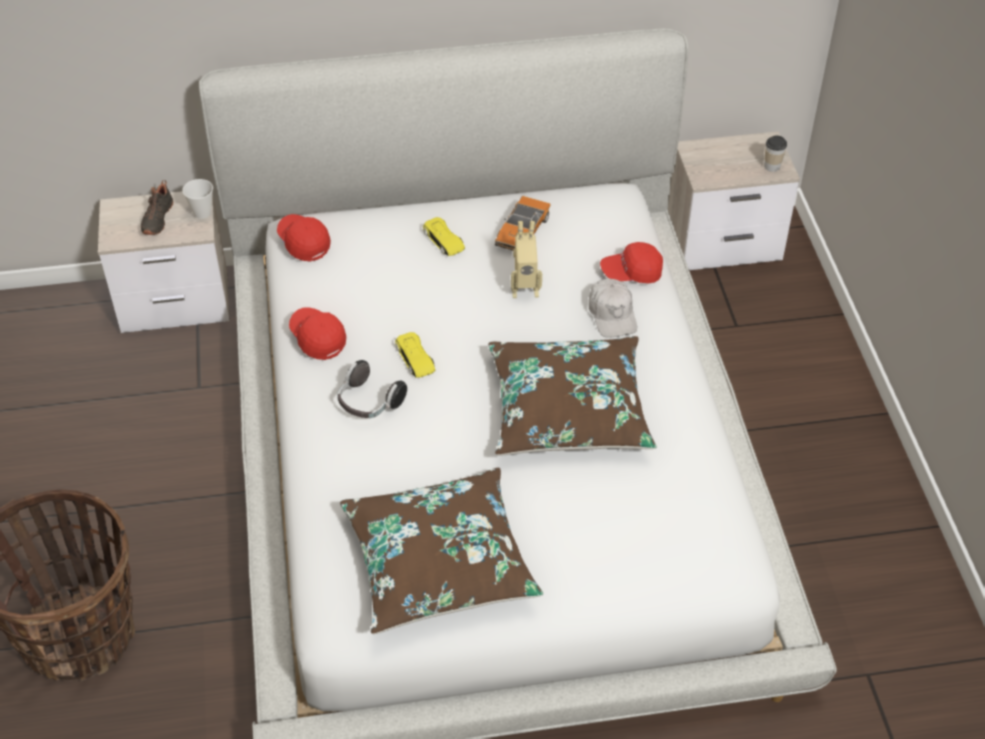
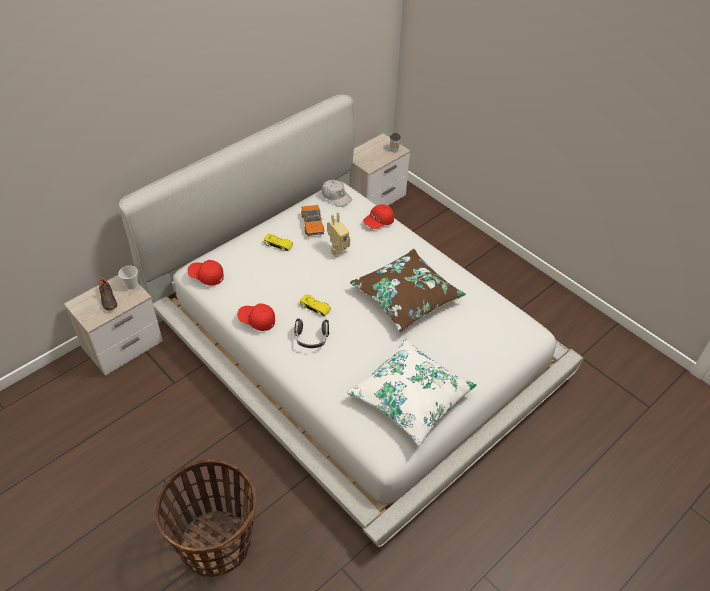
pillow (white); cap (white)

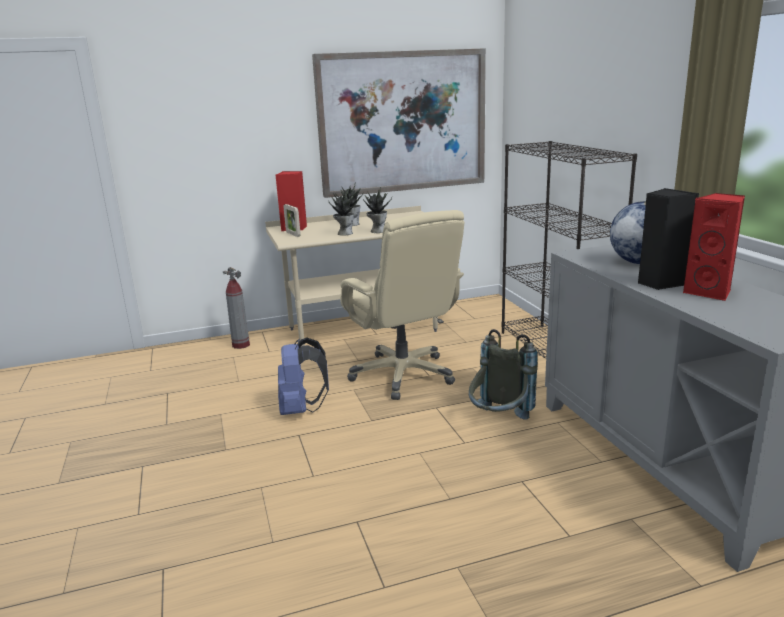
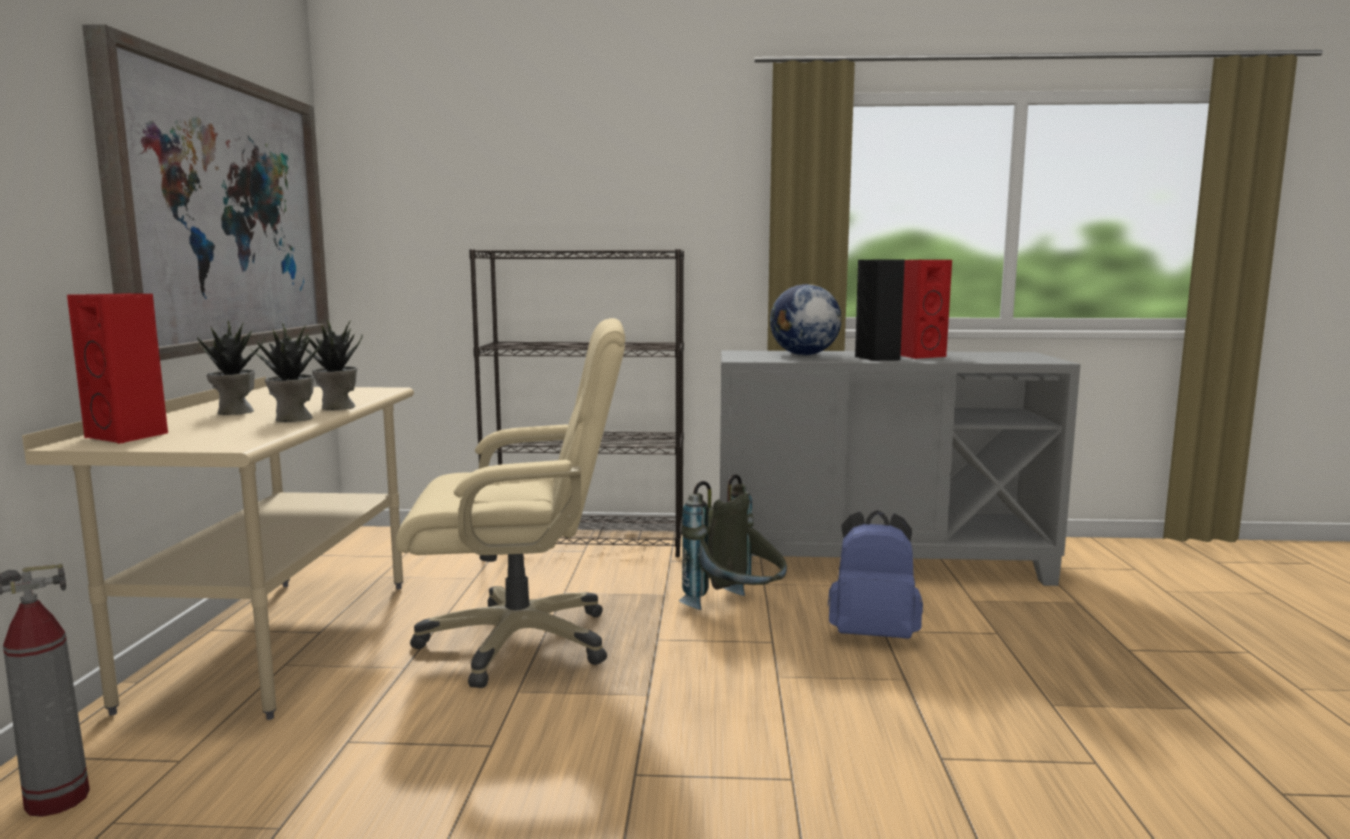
backpack (blue); picture frame

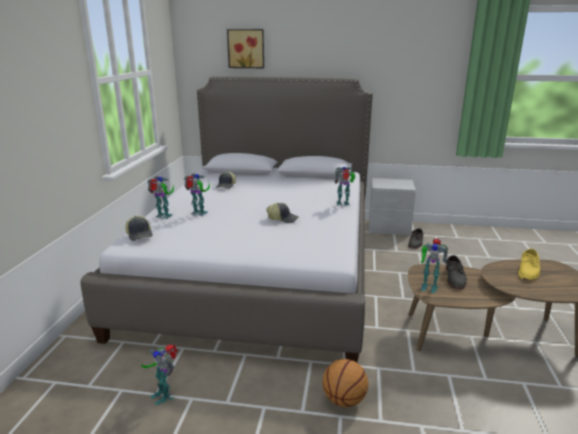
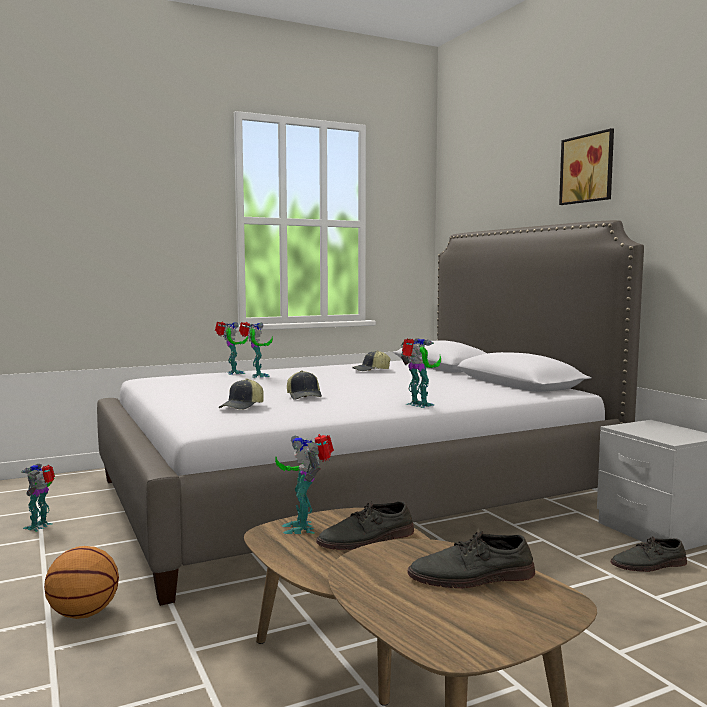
cap (1st from left); picture; shoe (grey) (2nd from left)

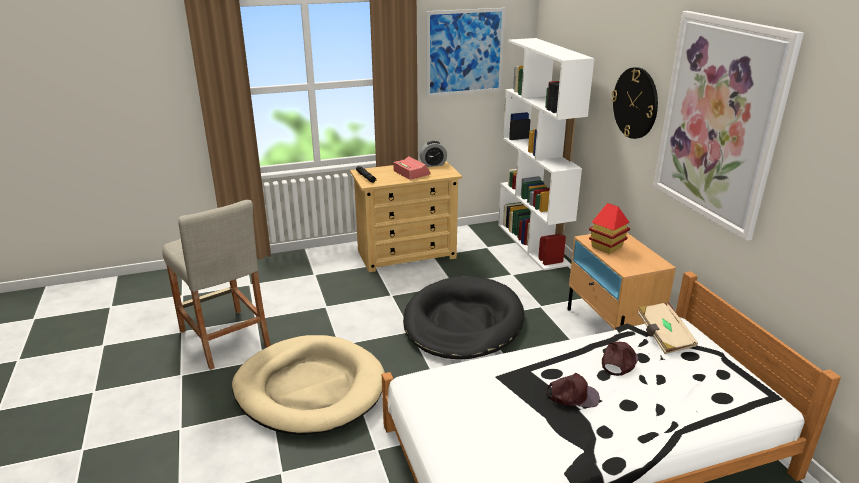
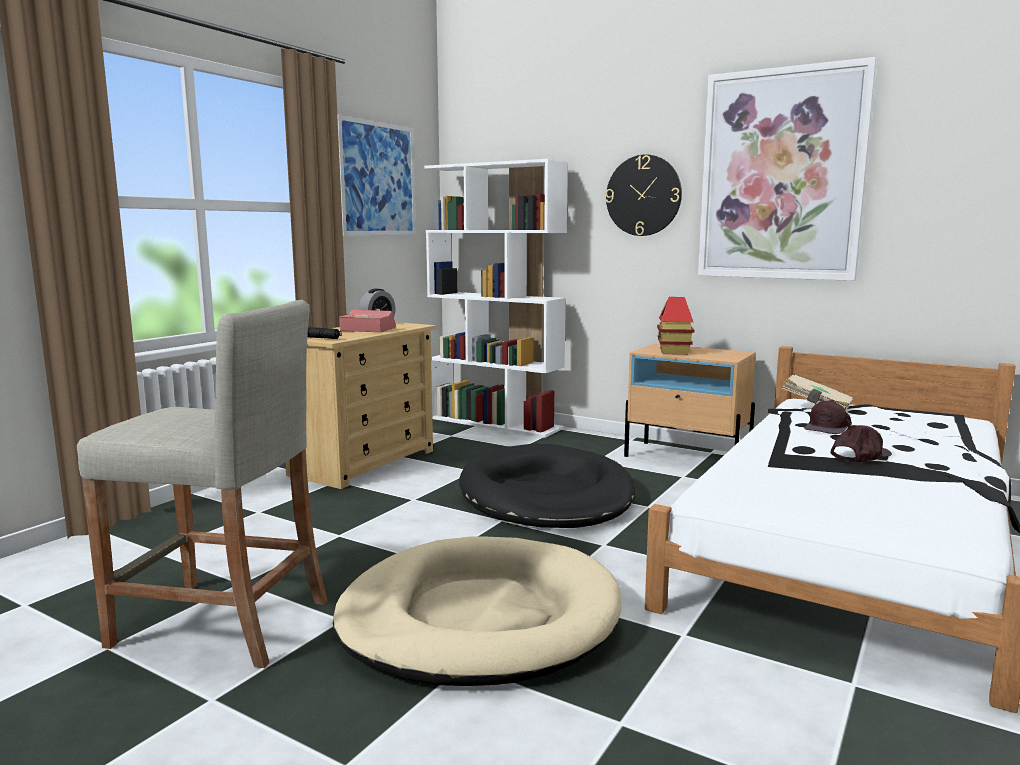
cap (brown) (1st from left)

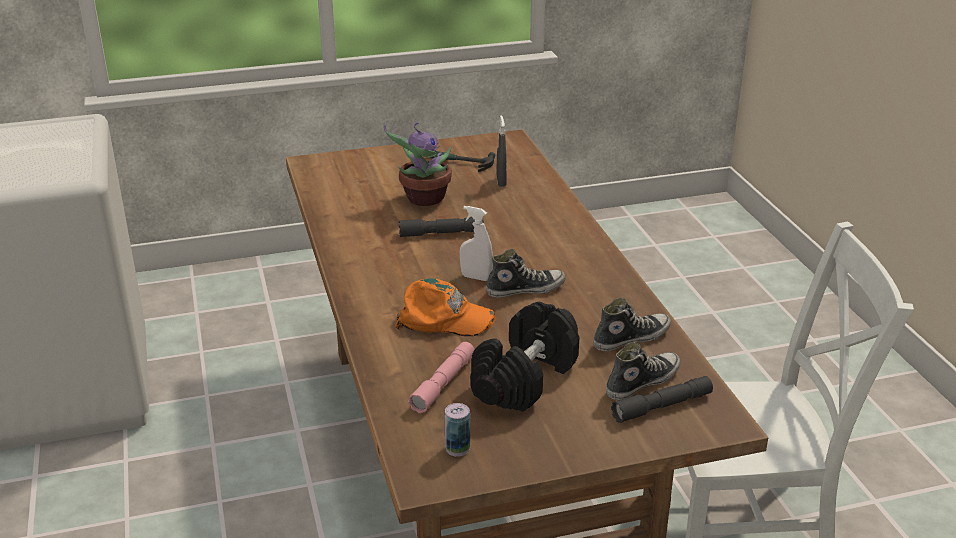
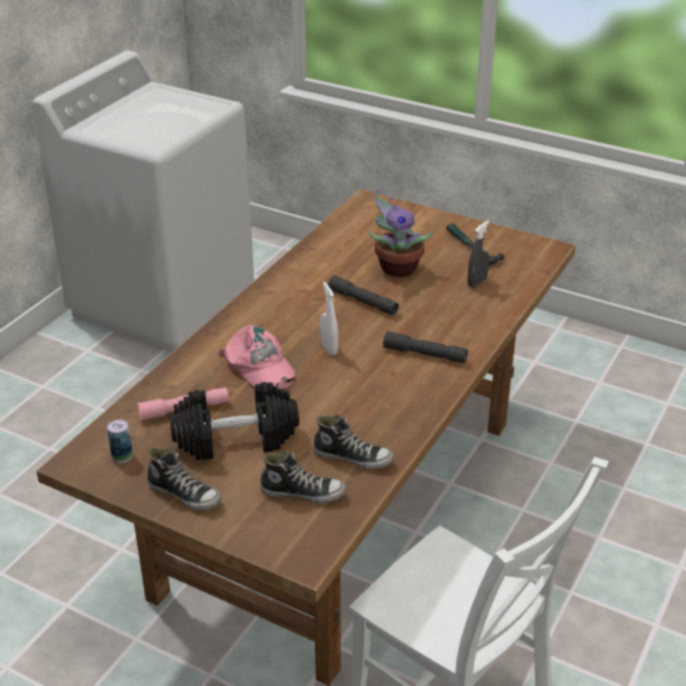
cap (pink); shoe (1st from left); flashlight (grey) (2nd from left)

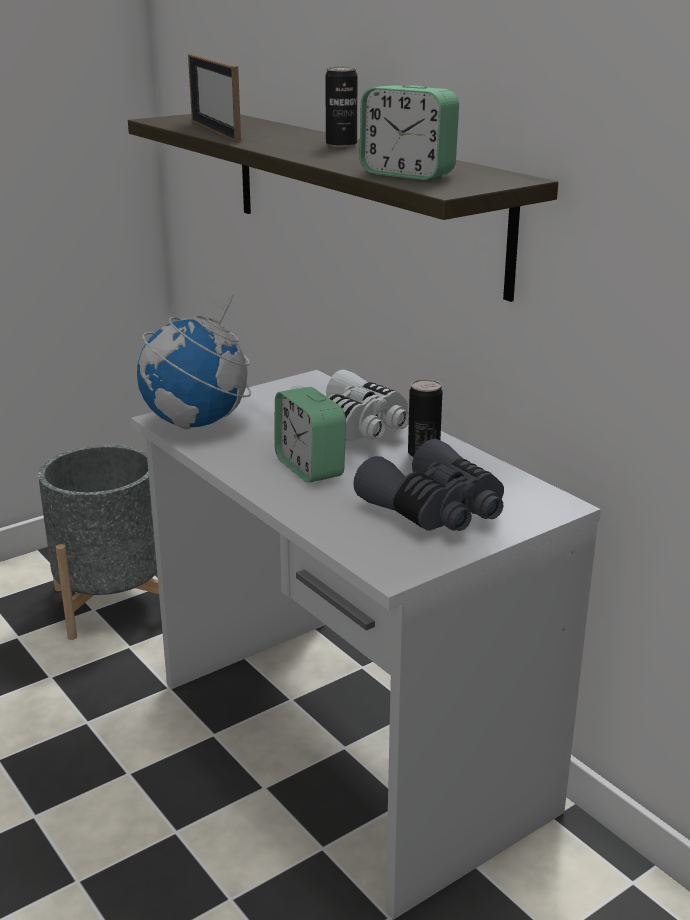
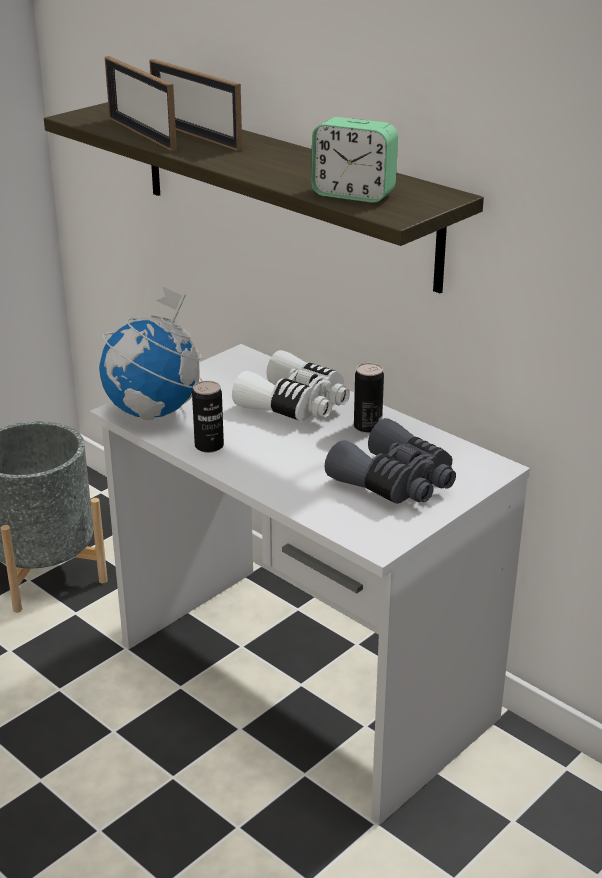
alarm clock (1st from left in the first image); can (1st from left); picture frame (2nd from left)

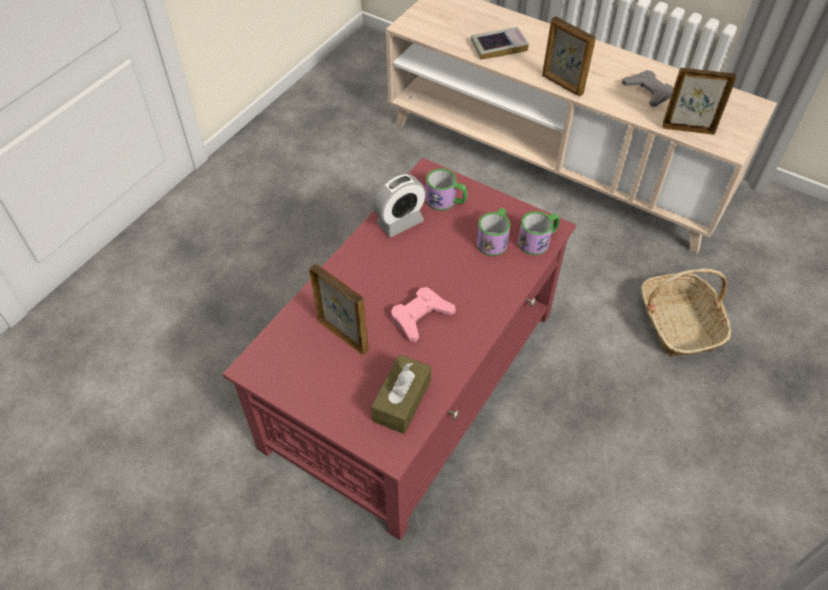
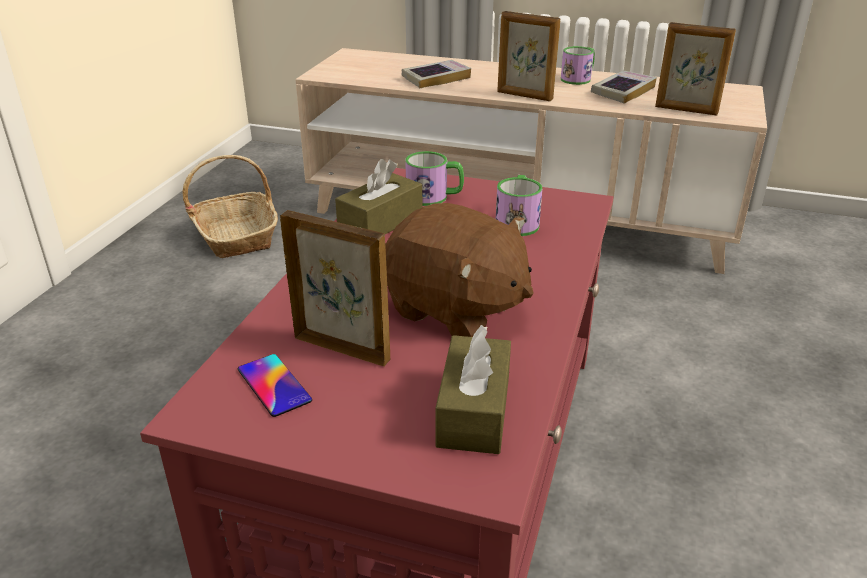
tissue box (brown) (1st from left); plush toy (brown); mug (3rd from left); book (2nd from left); basket; picture frame (3rd from left); phone

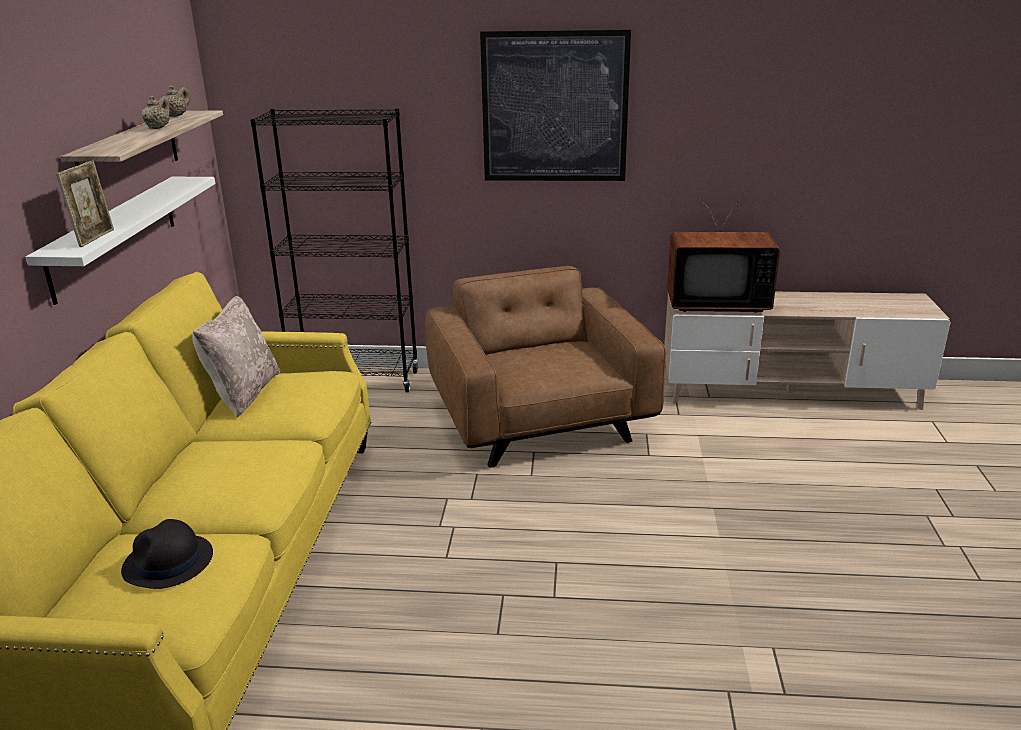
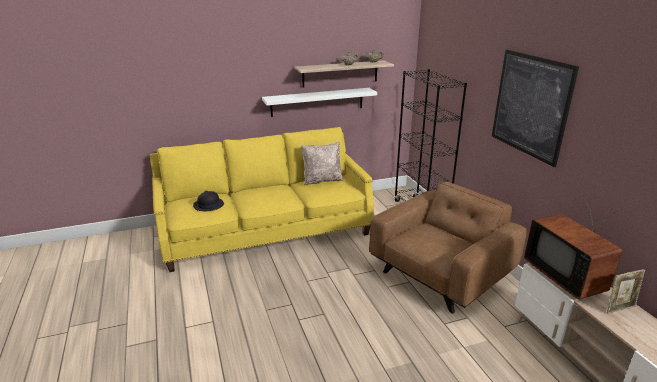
picture frame

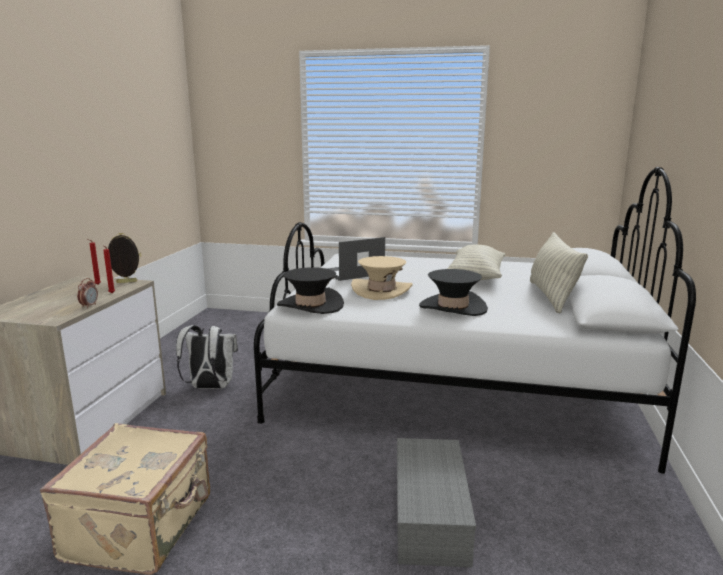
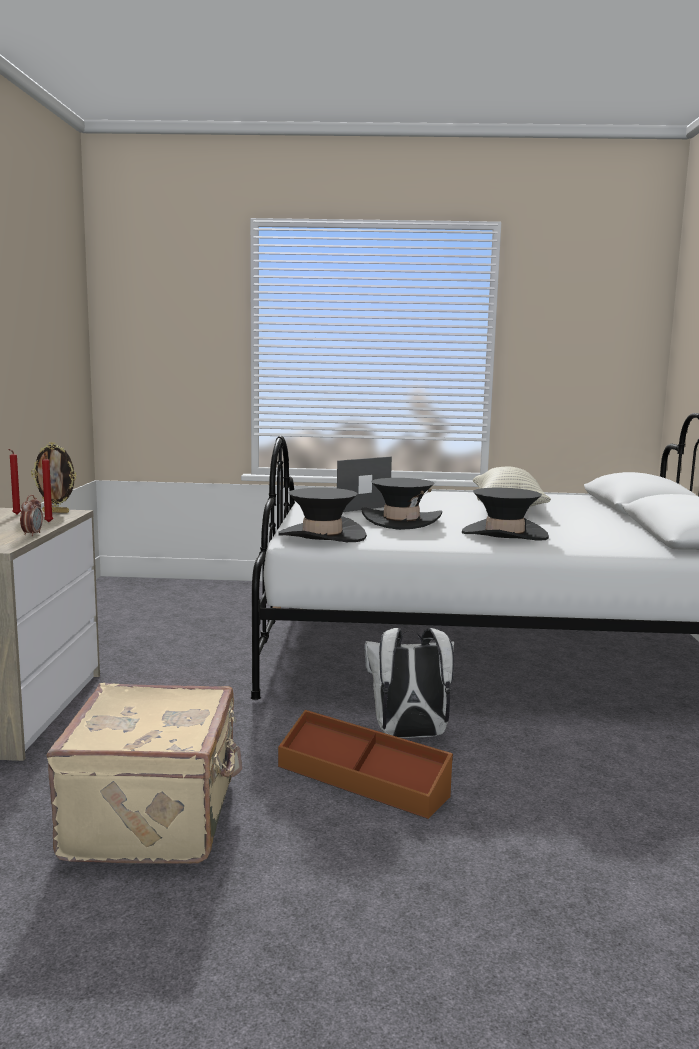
picture frame; backpack (white); hat (black) (2nd from left); storage box (grey); pillow (2nd from left in the first image); storage box (brown)

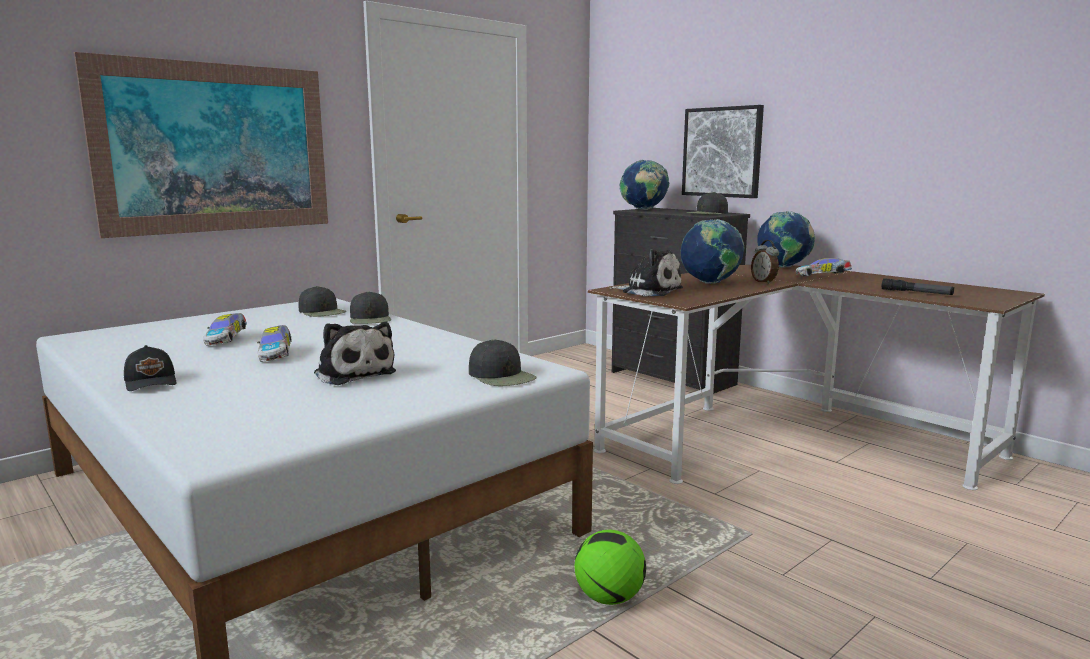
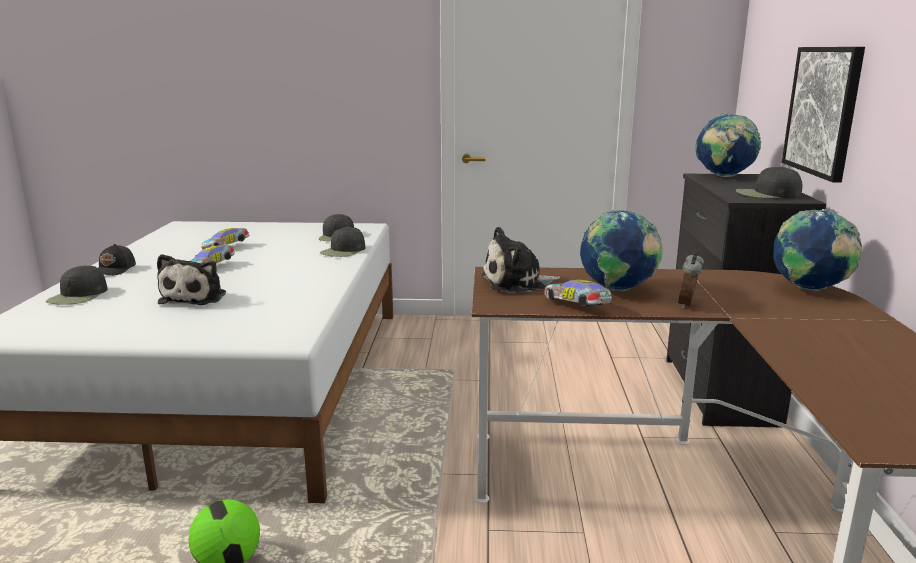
picture (1st from left in the first image); cap (black) (1st from left); plush toy (2nd from left); toy car (3rd from left); flashlight

